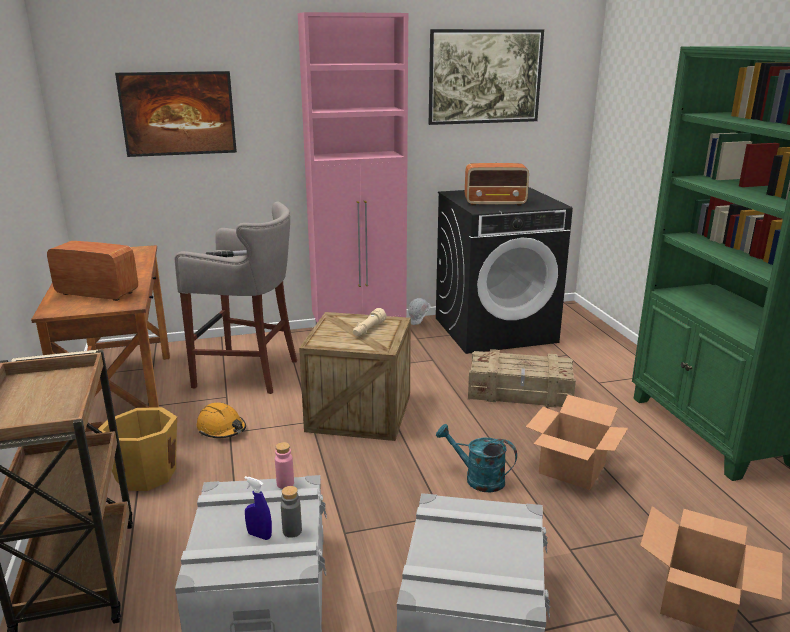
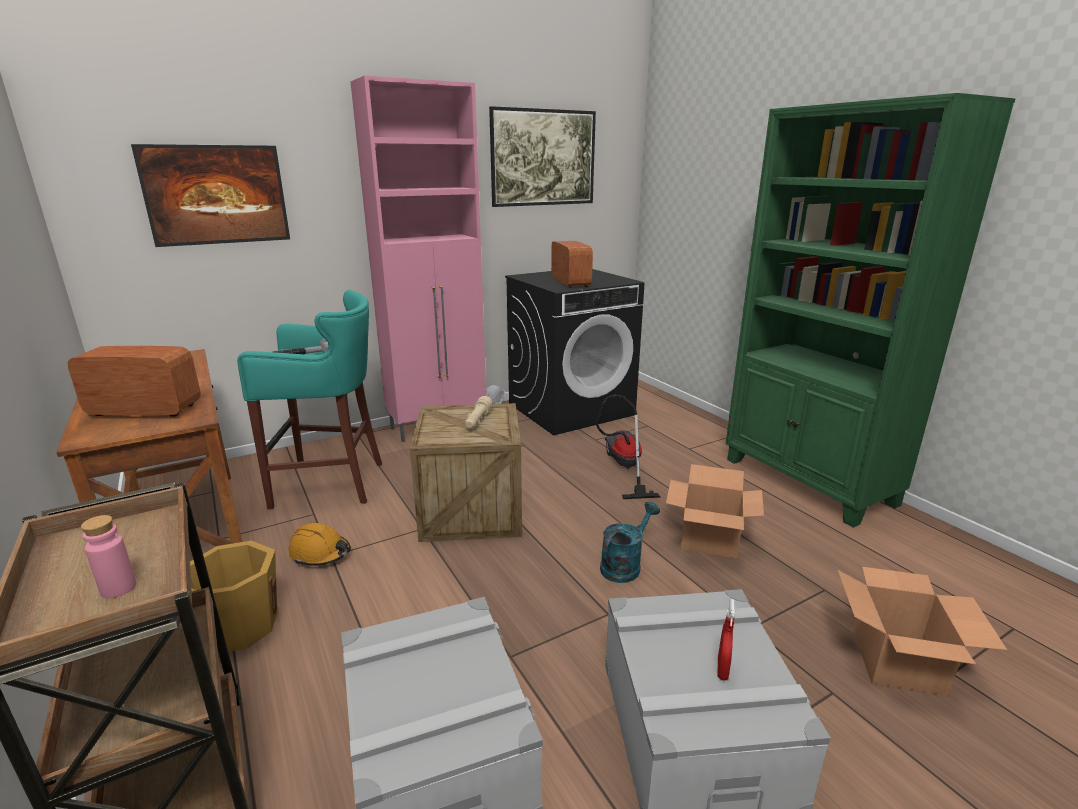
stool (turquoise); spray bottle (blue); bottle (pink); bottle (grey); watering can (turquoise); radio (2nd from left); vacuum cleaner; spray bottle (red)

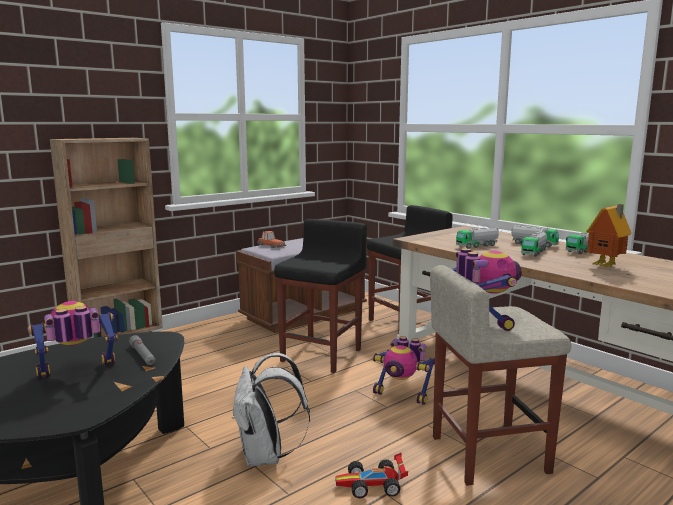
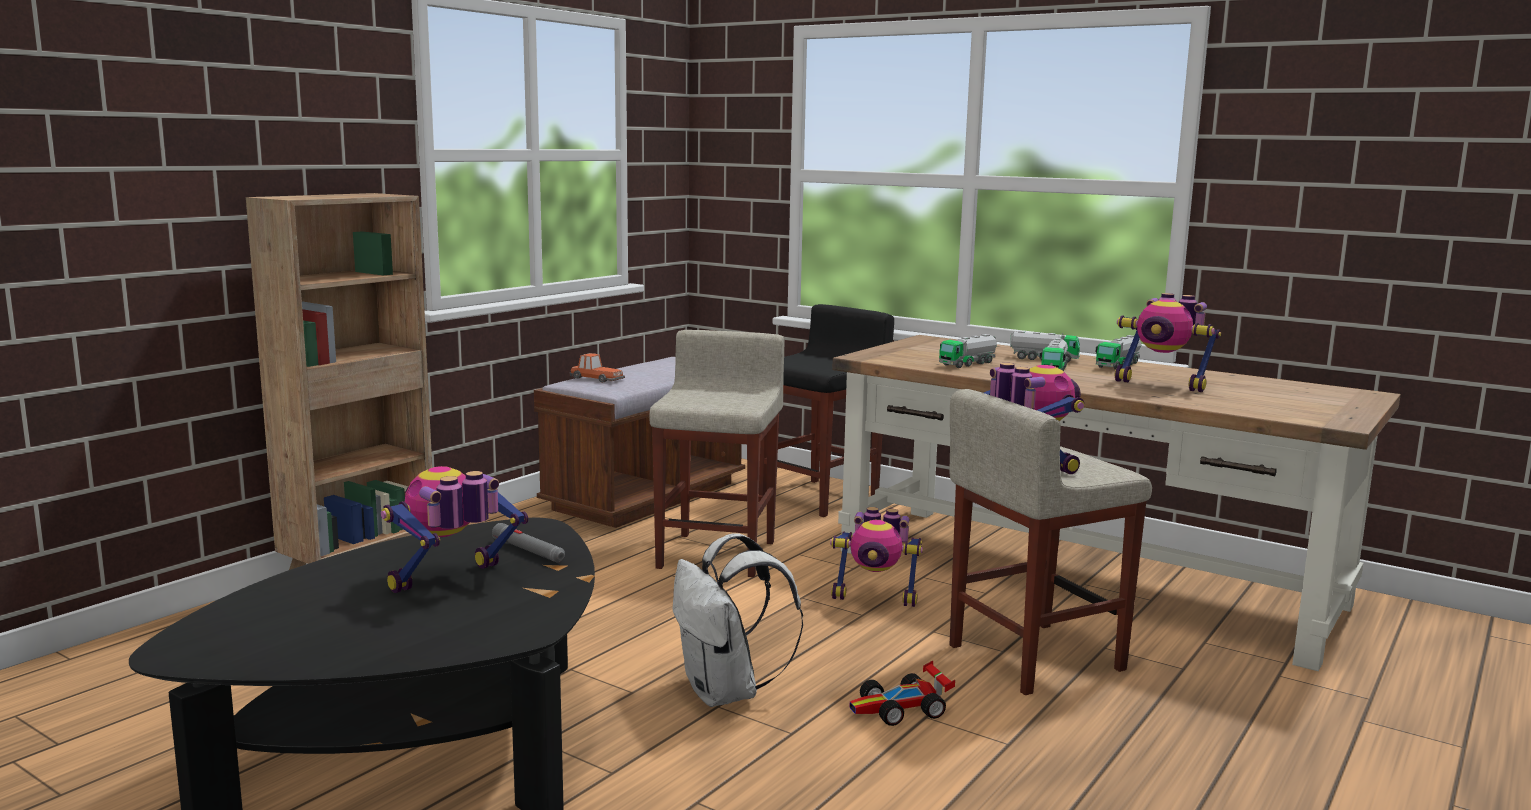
stool (beige) (1st from left); toy robot (4th from left)

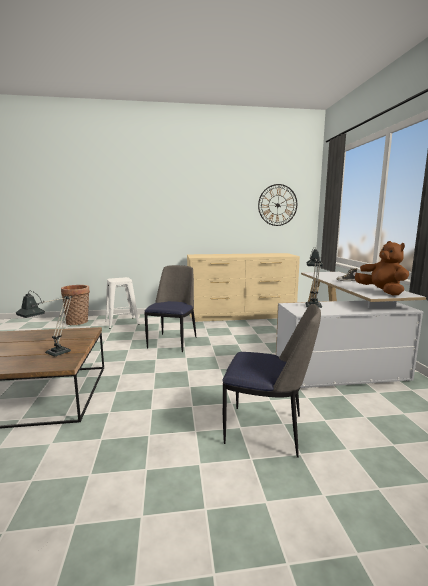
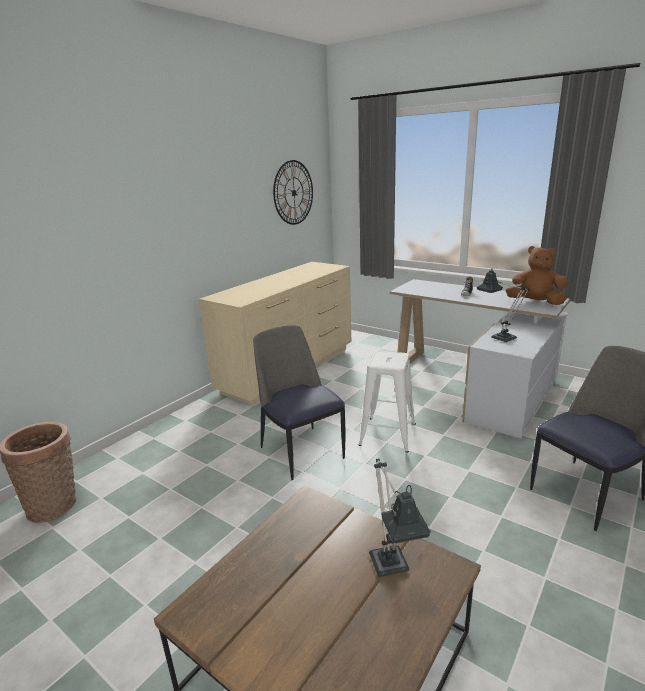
stool (white)

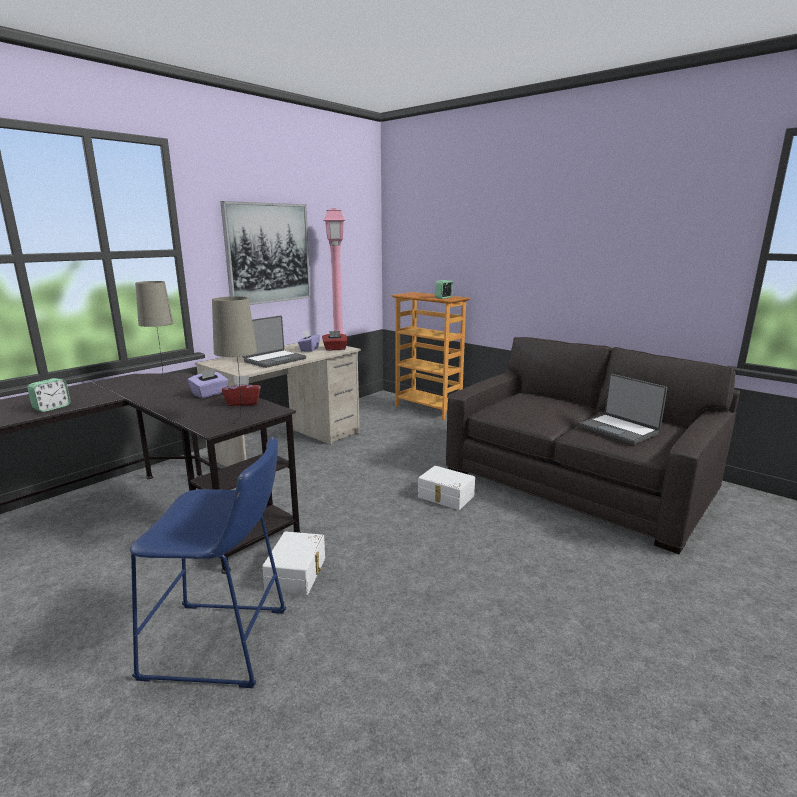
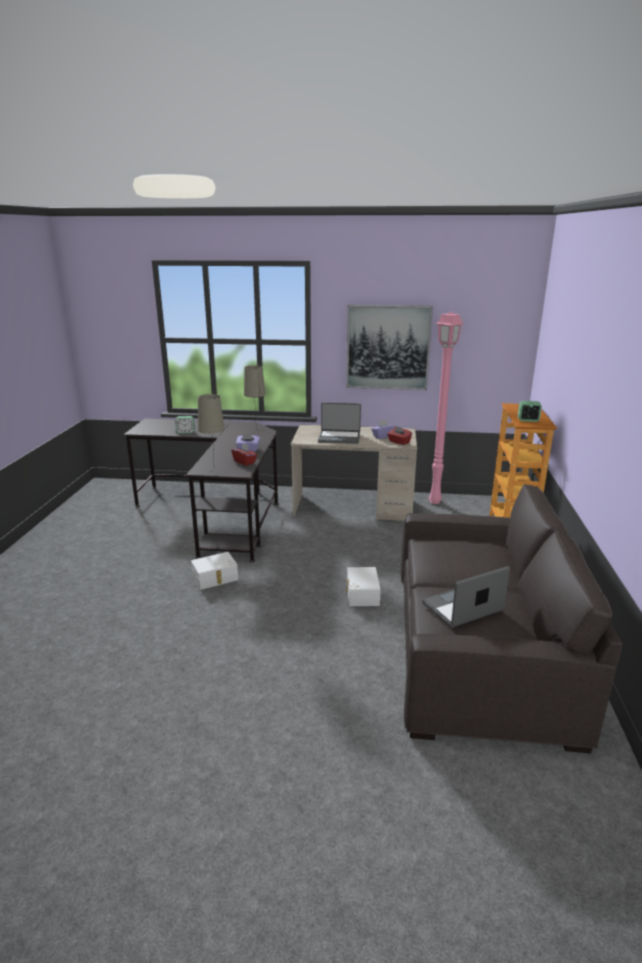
stool (blue); laptop (2nd from left)

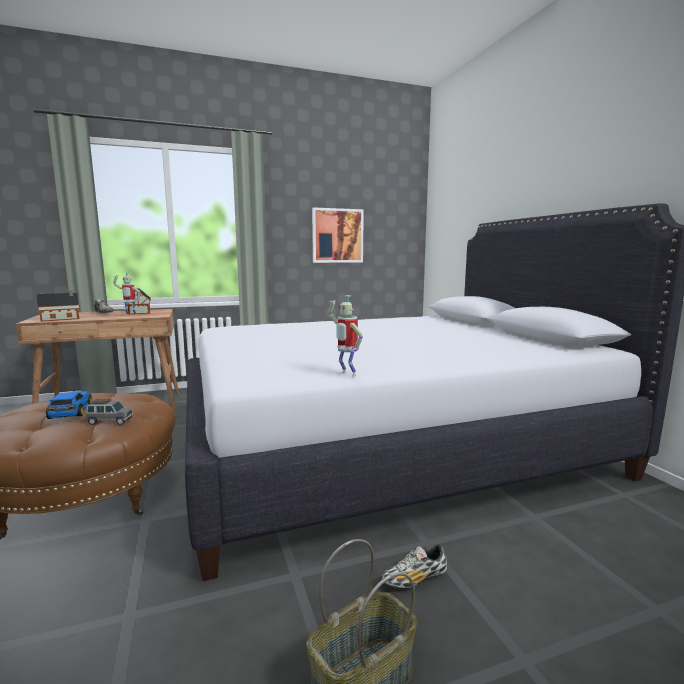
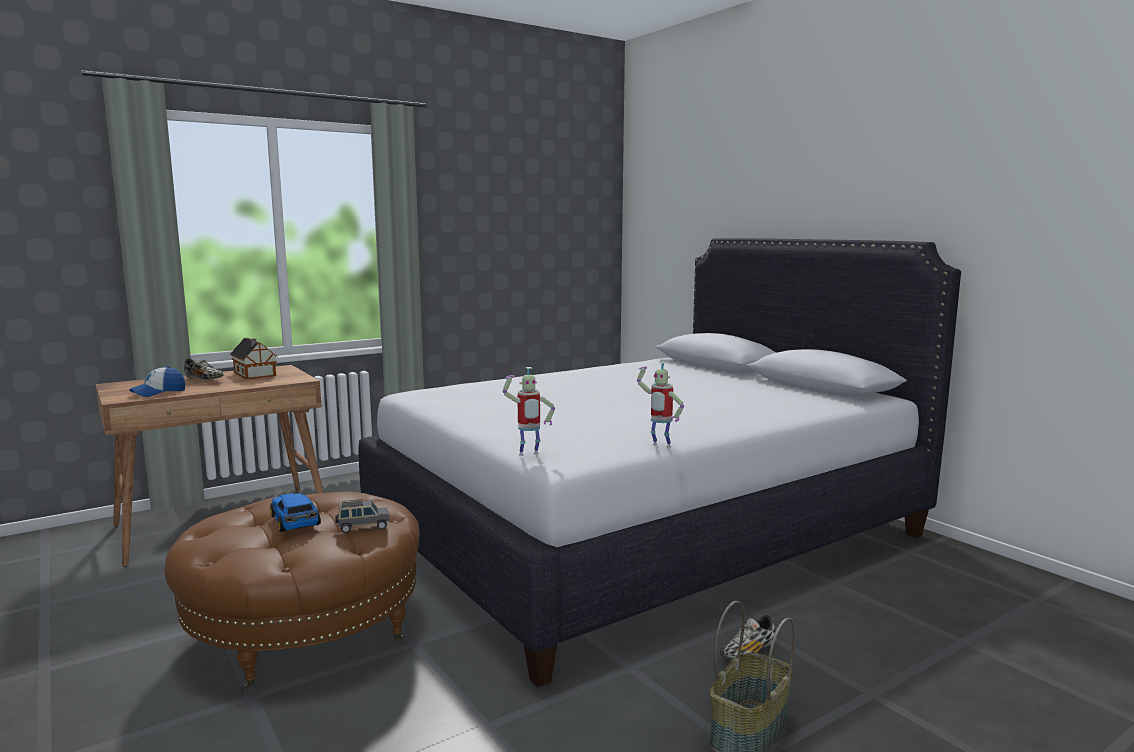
cap; toy robot (1st from left); picture

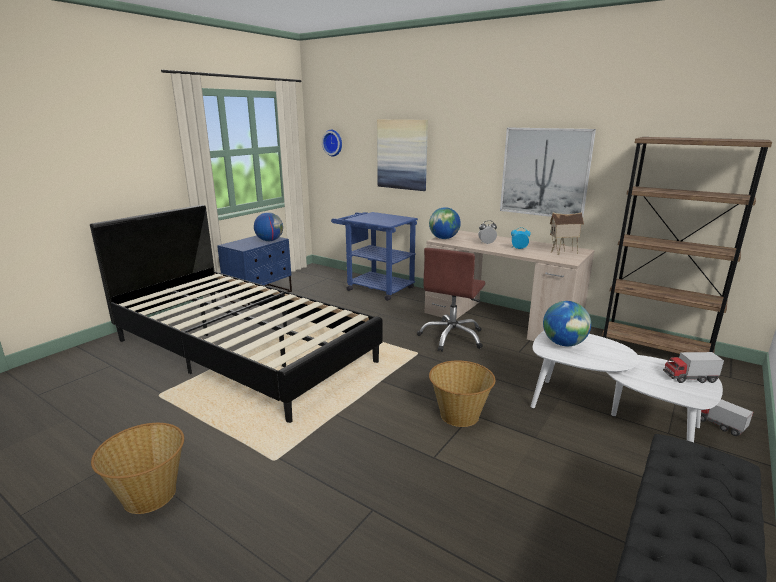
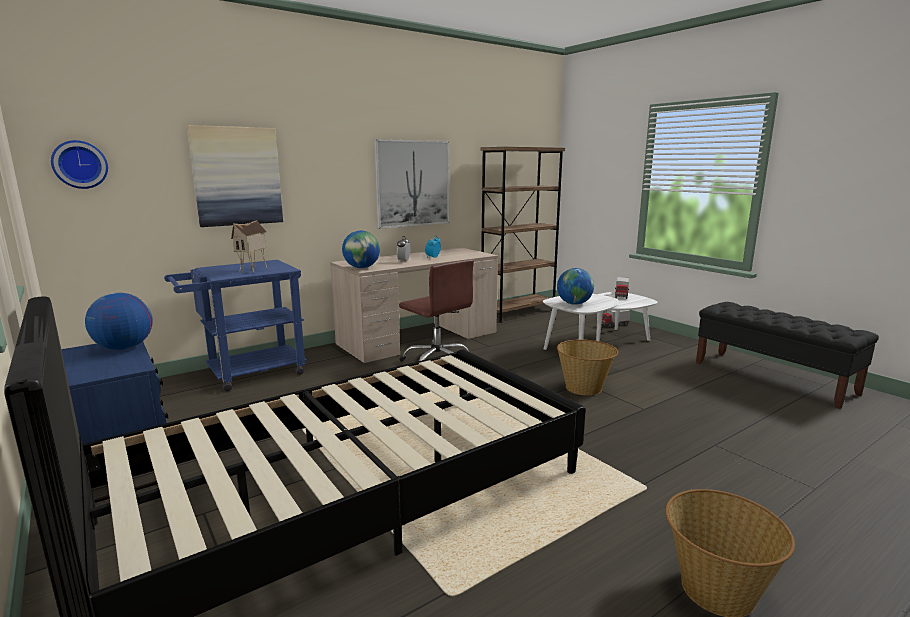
toy house

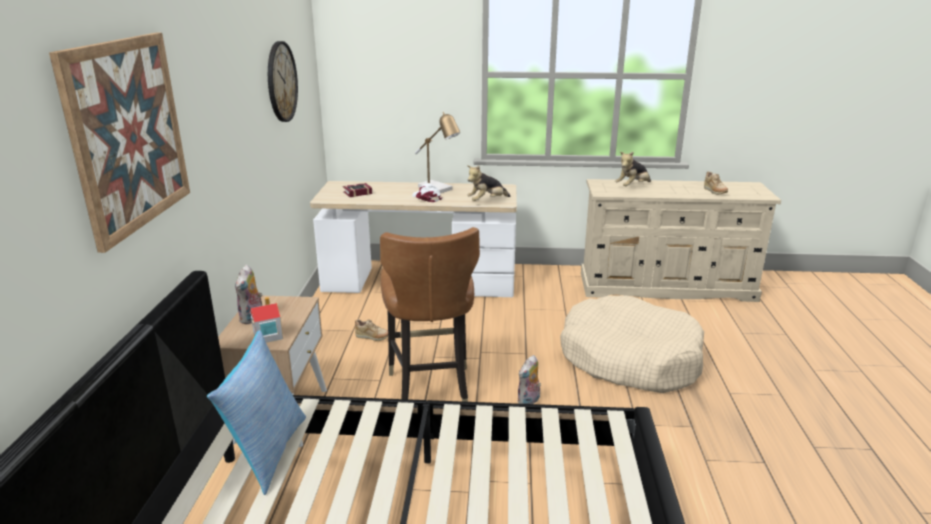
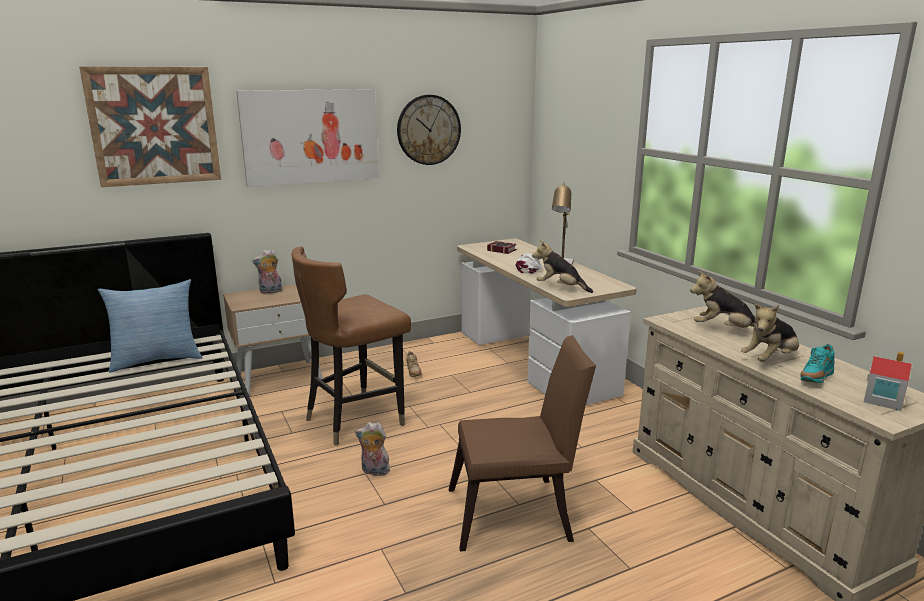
toy house; chair (brown) (2nd from left); shoe (turquoise); picture (2nd from left); plush toy (5th from left)

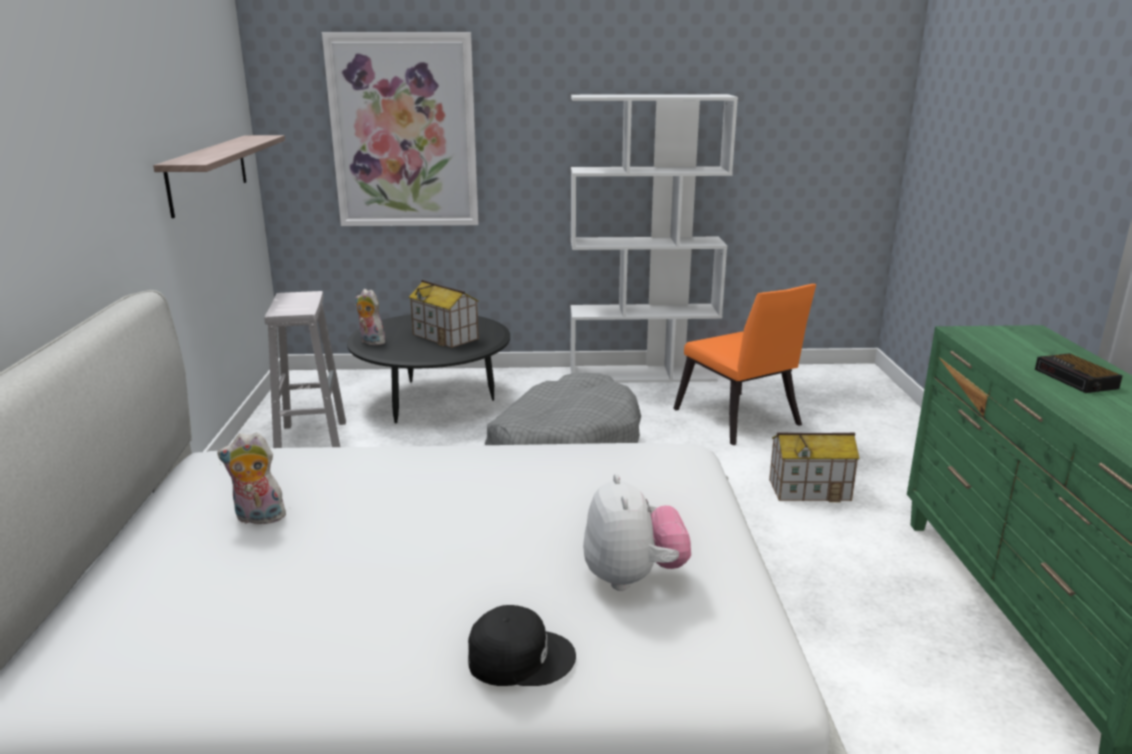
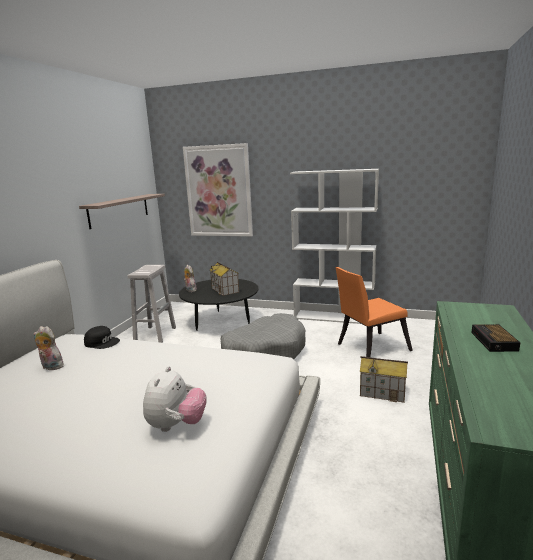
cap (black); chair (orange)

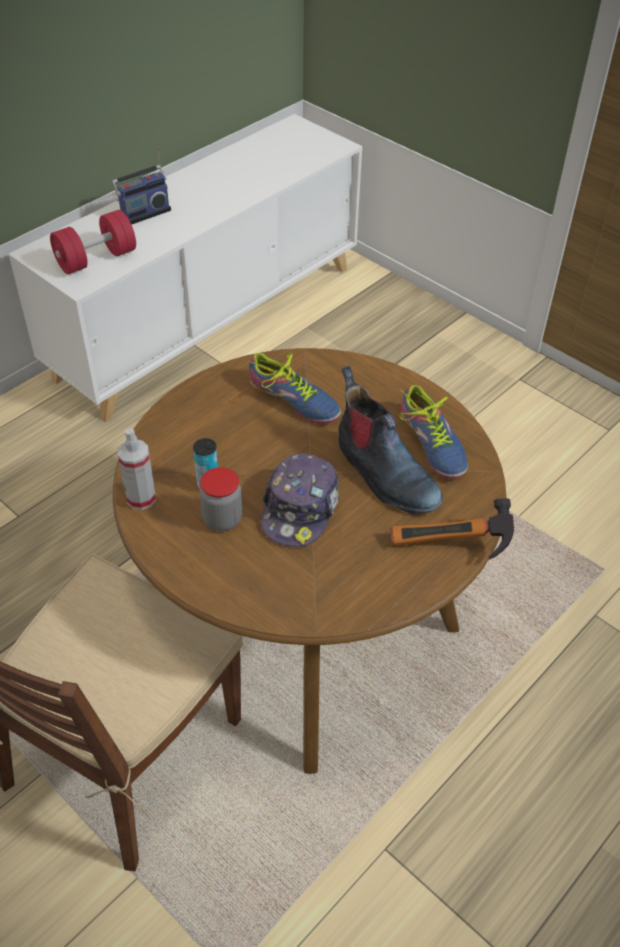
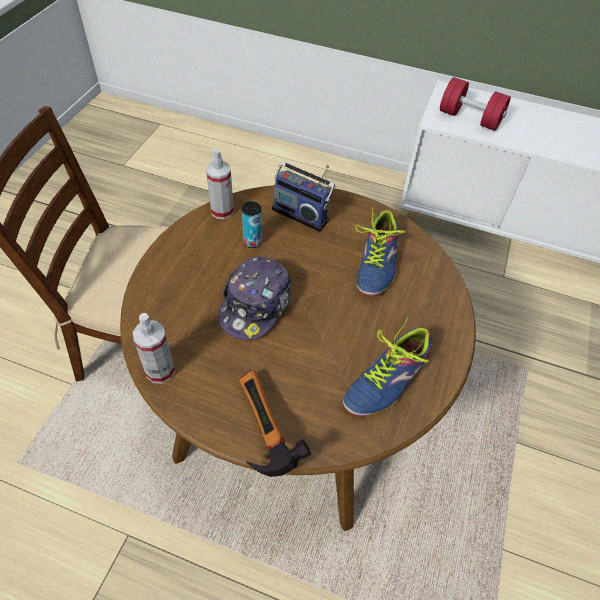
radio; jar; cap; boot; spray bottle (1st from left)

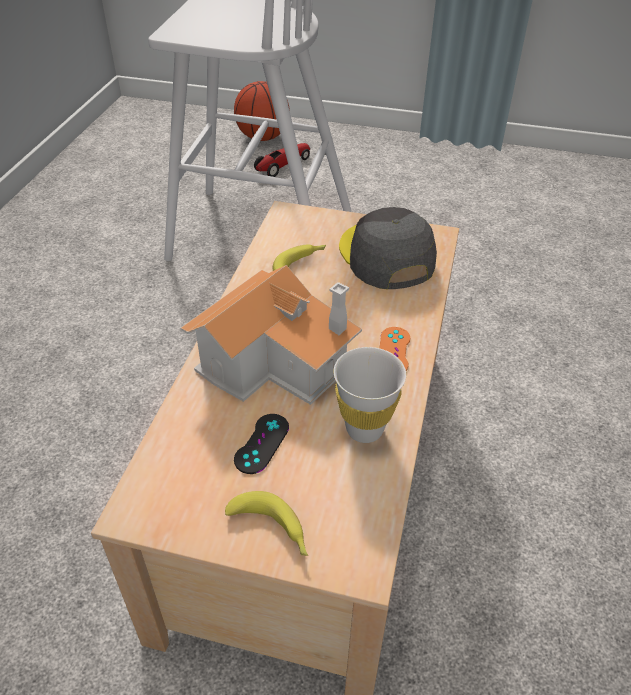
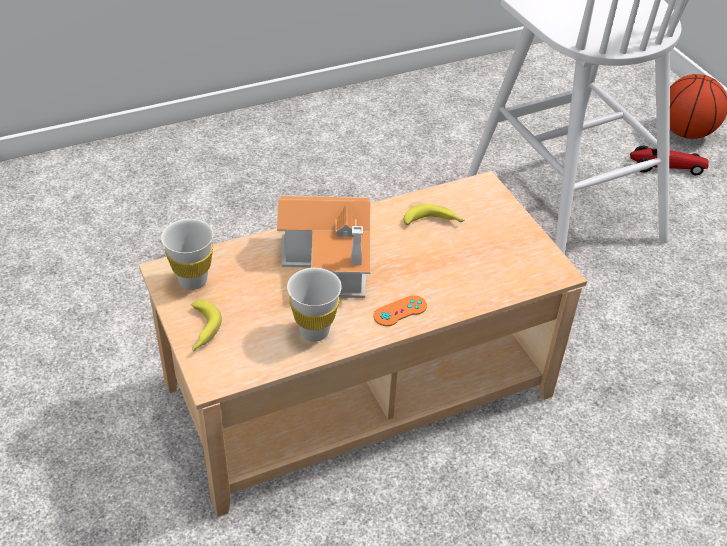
game controller (black); cap (grey); cup (white) (1st from left)

